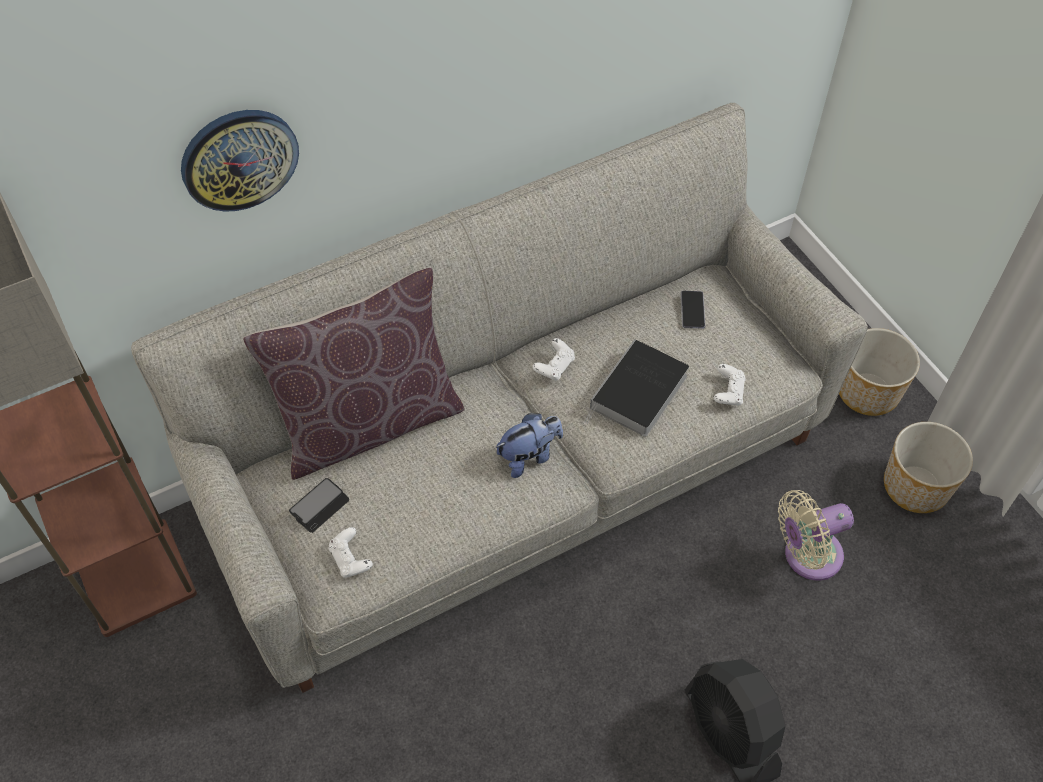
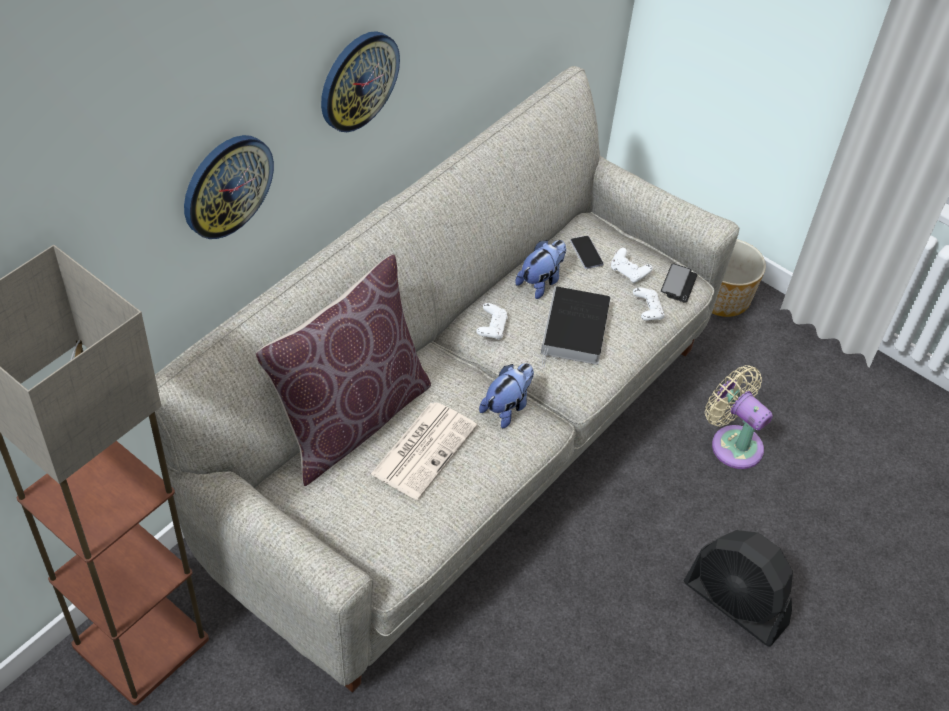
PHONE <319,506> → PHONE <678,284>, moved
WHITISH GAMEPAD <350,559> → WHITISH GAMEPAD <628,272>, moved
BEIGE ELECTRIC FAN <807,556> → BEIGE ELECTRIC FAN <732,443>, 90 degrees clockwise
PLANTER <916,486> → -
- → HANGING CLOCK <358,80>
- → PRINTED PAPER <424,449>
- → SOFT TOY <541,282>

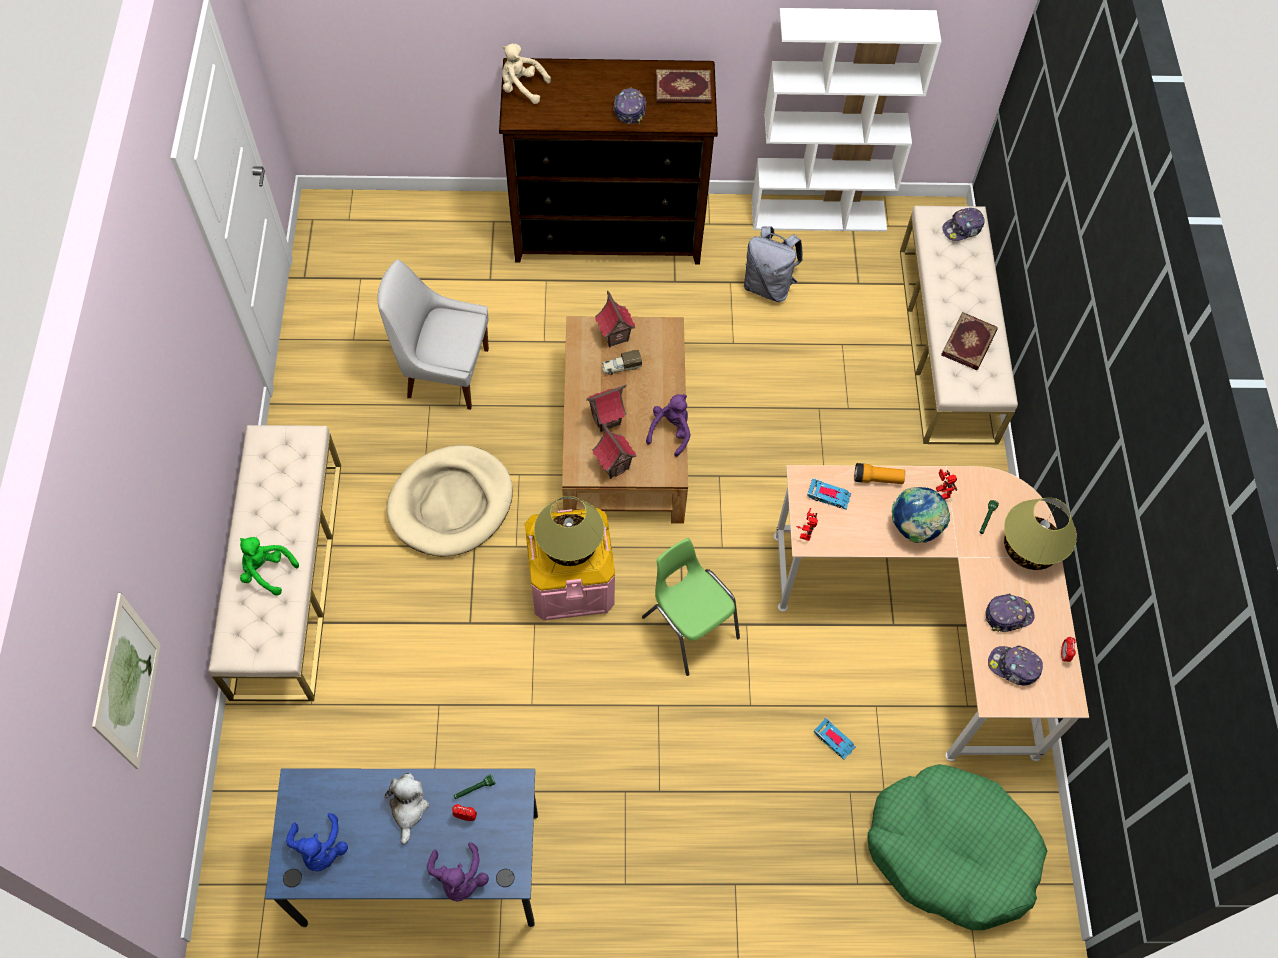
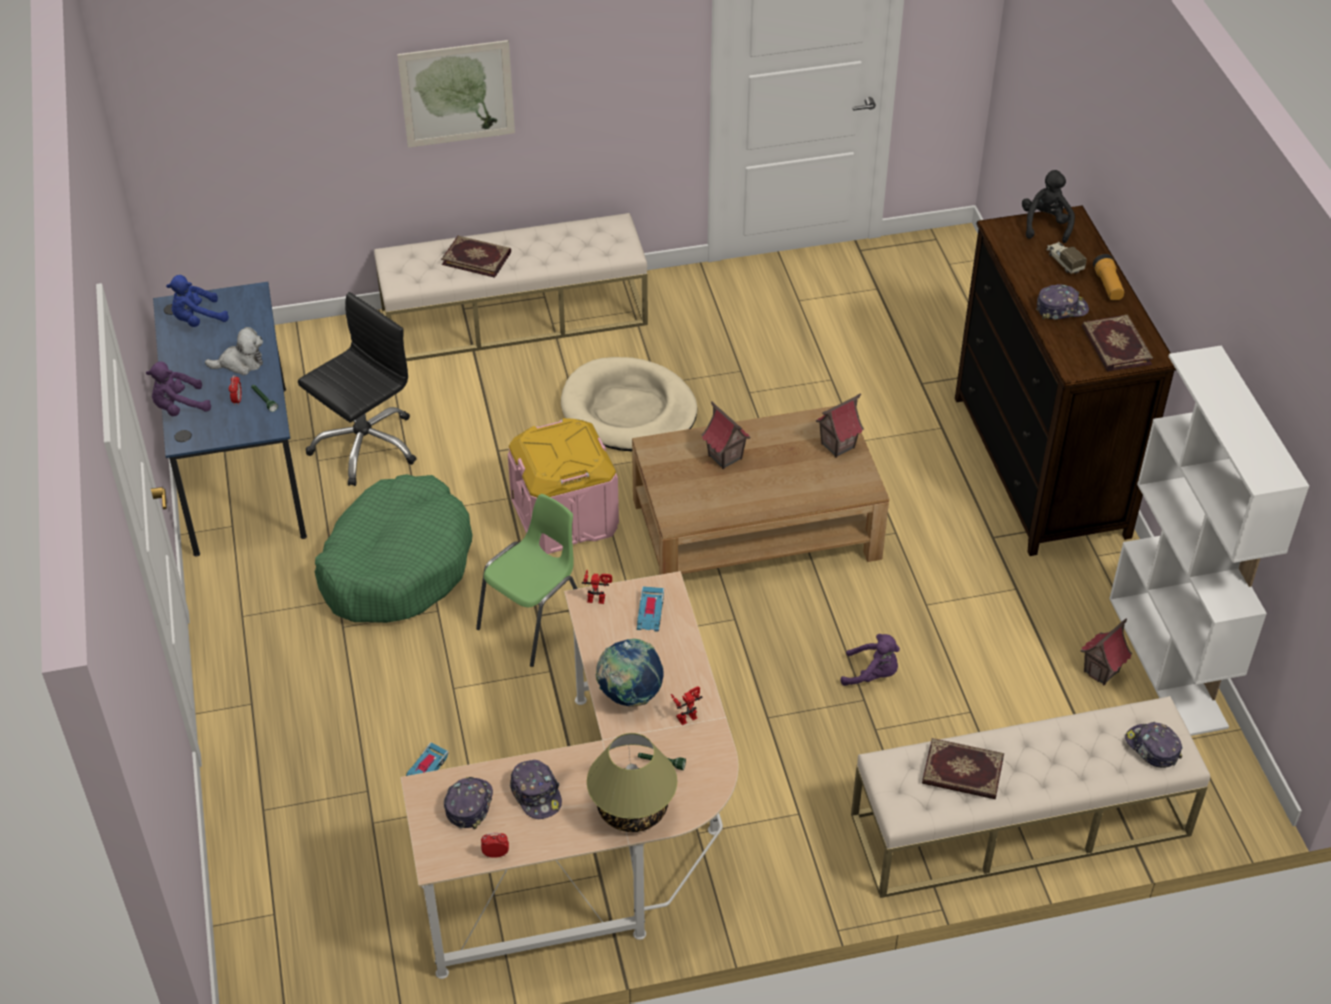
PICTURE <127,682> → PICTURE <457,93>, moved
GREEN-COLOURED SOFT TOY <267,571> → VOLUME <477,258>
WHITISH PLAIN CHAIR <444,372> → -
BEIGE SOFT TOY <522,88> → BLACKISH SOFT TOY <1045,225>
LAMP FOR A TABLE <570,546> → -
TOY HOUSE <614,465> → TOY HOUSE <1101,671>, moved
MODEL TRUCK <621,367> → MODEL TRUCK <1064,262>, moved
PURPLE-COLOURED SOFT TOY <671,432> → PURPLE-COLOURED SOFT TOY <872,674>, moved
GREYISH BACKPACK <768,286> → -
HAND TORCH <877,479> → HAND TORCH <1108,285>, moved
GREEN-COLOURED DOG BED <950,851> → GREEN-COLOURED DOG BED <396,565>, moved
- → BLACKISH OFFICE CHAIR <364,445>

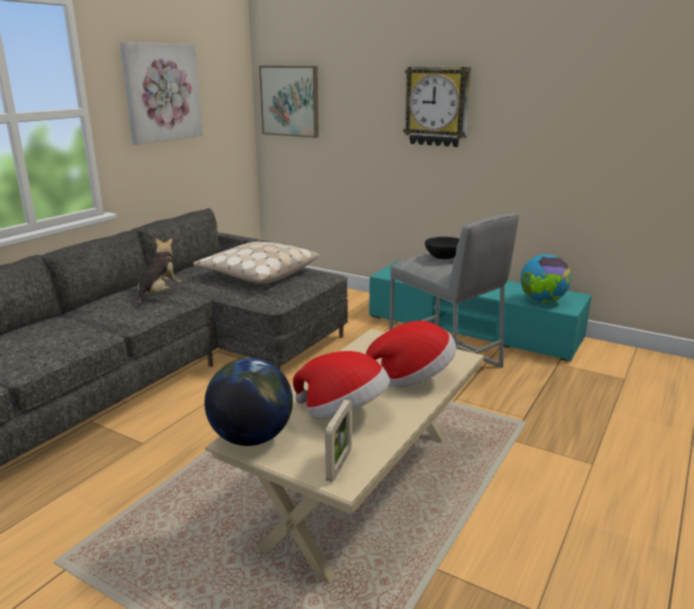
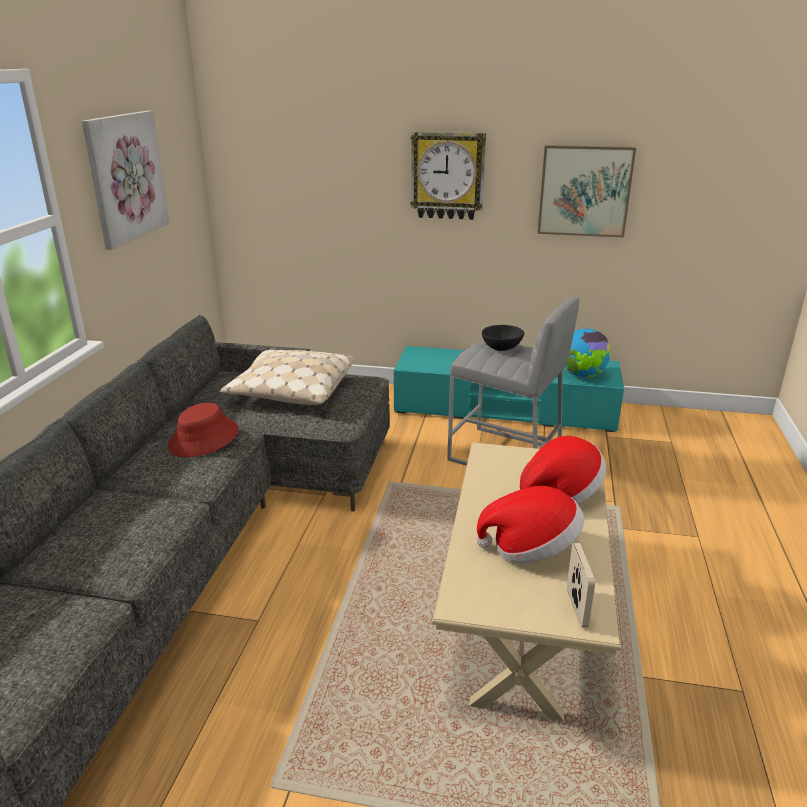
SOFT TOY <159,295> → RED WEARABLE HAT <204,439>
GLOBE <251,437> → -
PICTURE <290,101> → PICTURE <584,191>, moved

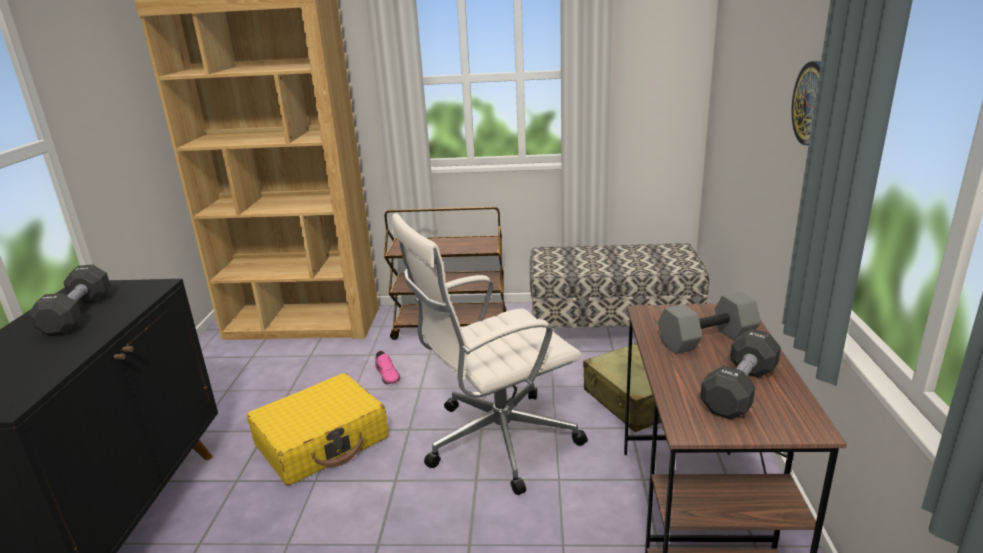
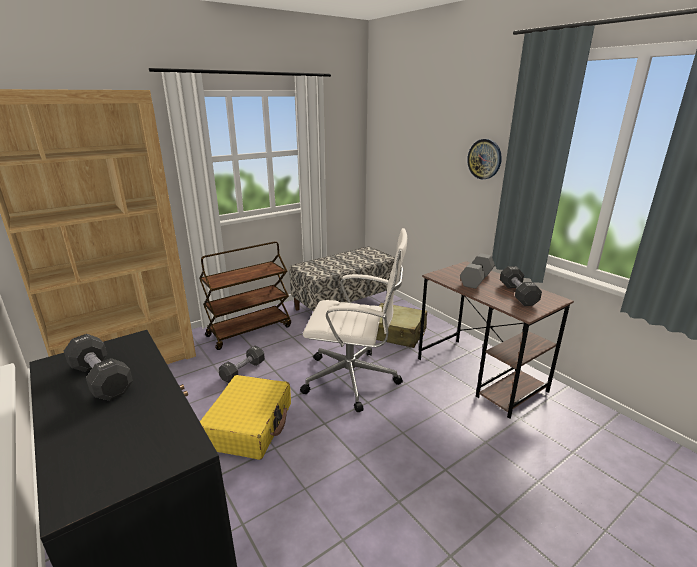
PINK-COLOURED ITEM OF FOOTWEAR <388,375> → BLACKISH DUMBBELL <243,371>
WHITISH OFFICE CHAIR <496,440> → WHITISH OFFICE CHAIR <353,379>, 105 degrees counterclockwise

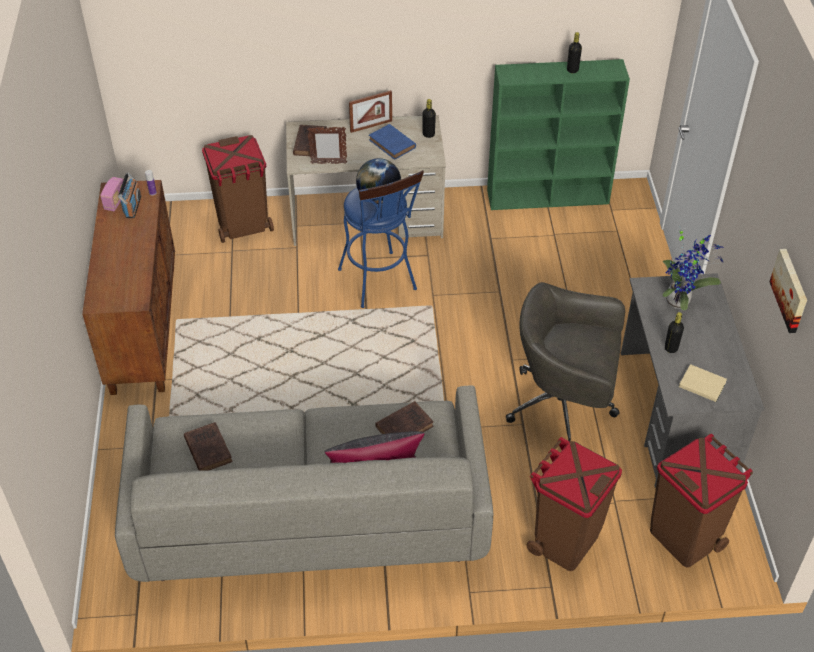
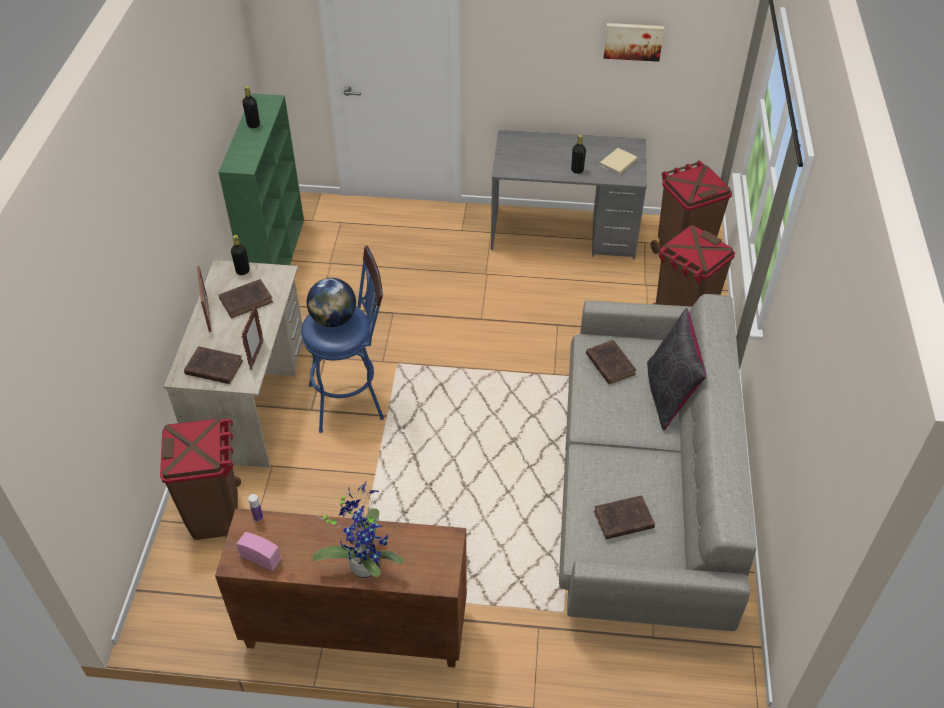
RADIO RECEIVER <133,207> → -
BLUE VOLUME <393,144> → BROWN-COLOURED VOLUME <247,300>
GREYISH OFFICE CHAIR <563,405> → -
HOUSEPLANT <680,300> → HOUSEPLANT <364,563>, moved

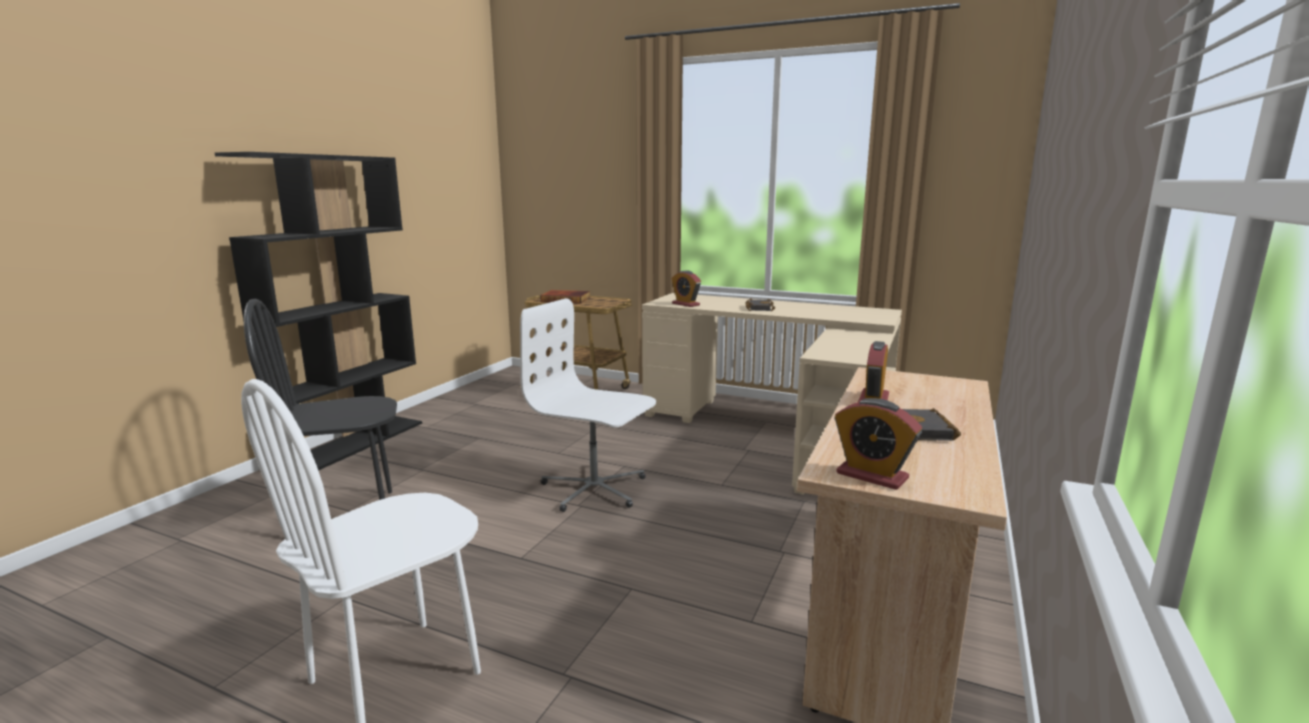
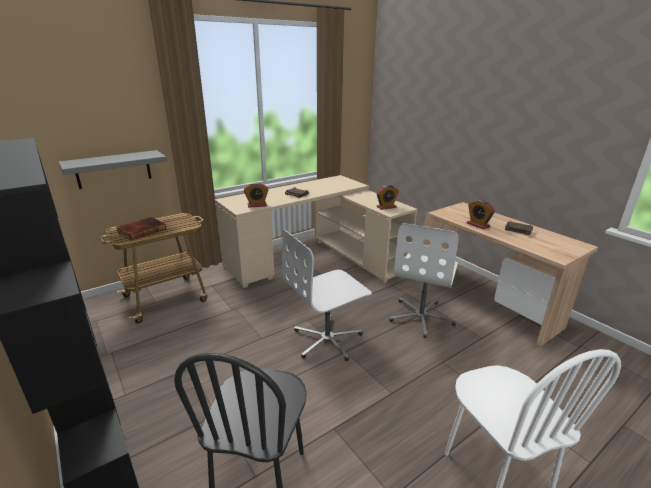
ALARM CLOCK <872,476> → ALARM CLOCK <386,207>, moved
- → GREYISH BRACKET SHELF <113,169>
- → WHITISH OFFICE CHAIR <421,317>

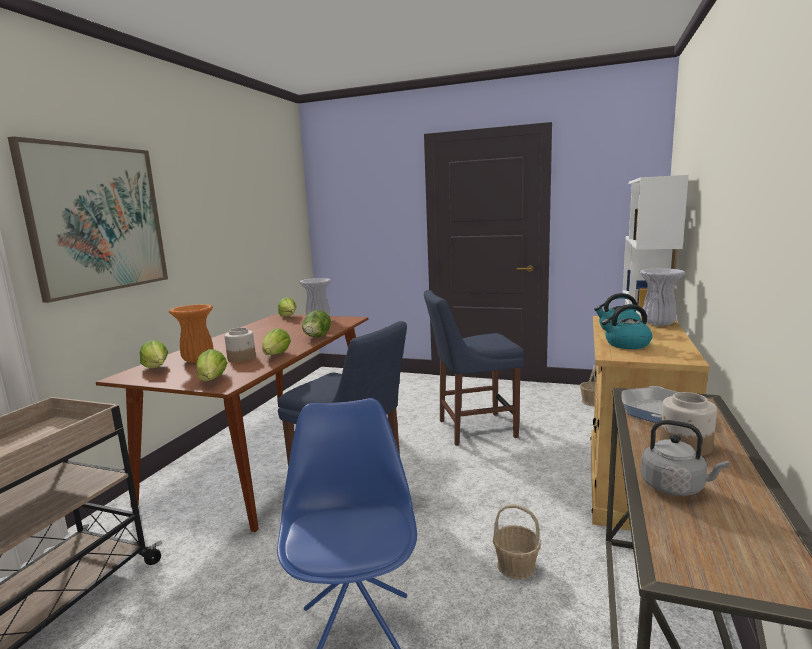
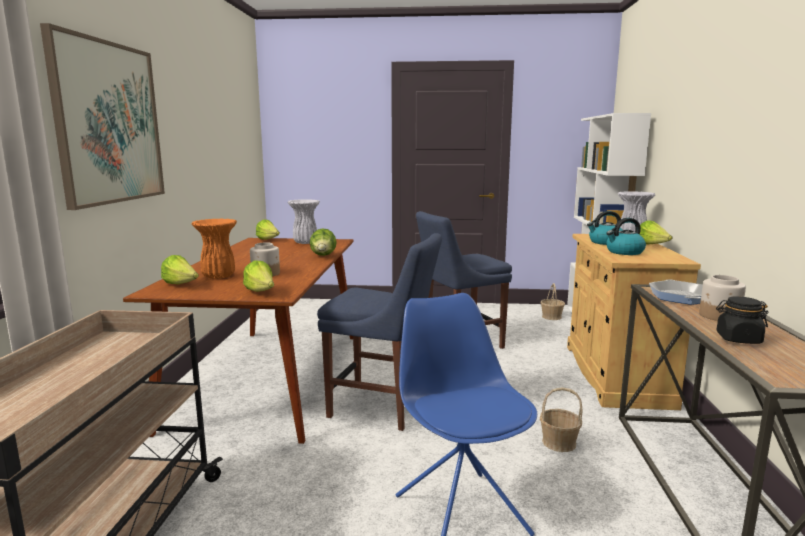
HEAD OF LETTUCE <276,356> → HEAD OF LETTUCE <652,245>, moved
GREYISH KETTLE <675,487> → BLACKISH PRESERVE JAR <738,339>

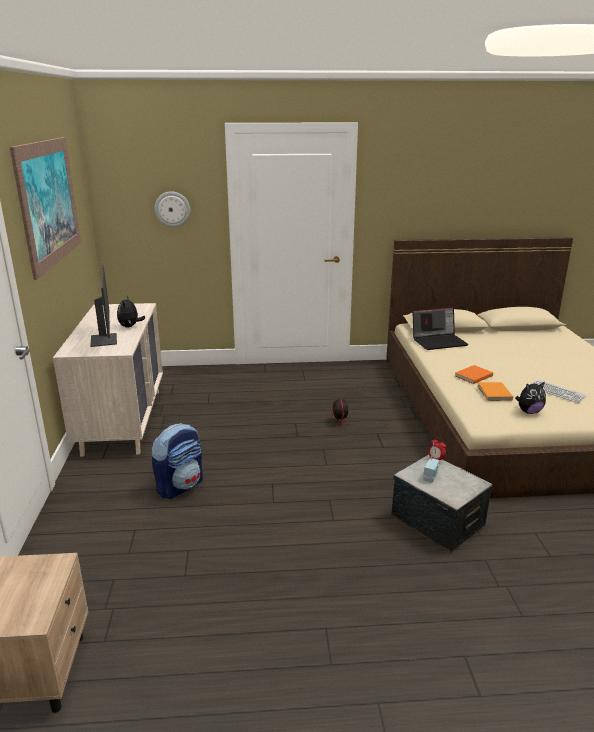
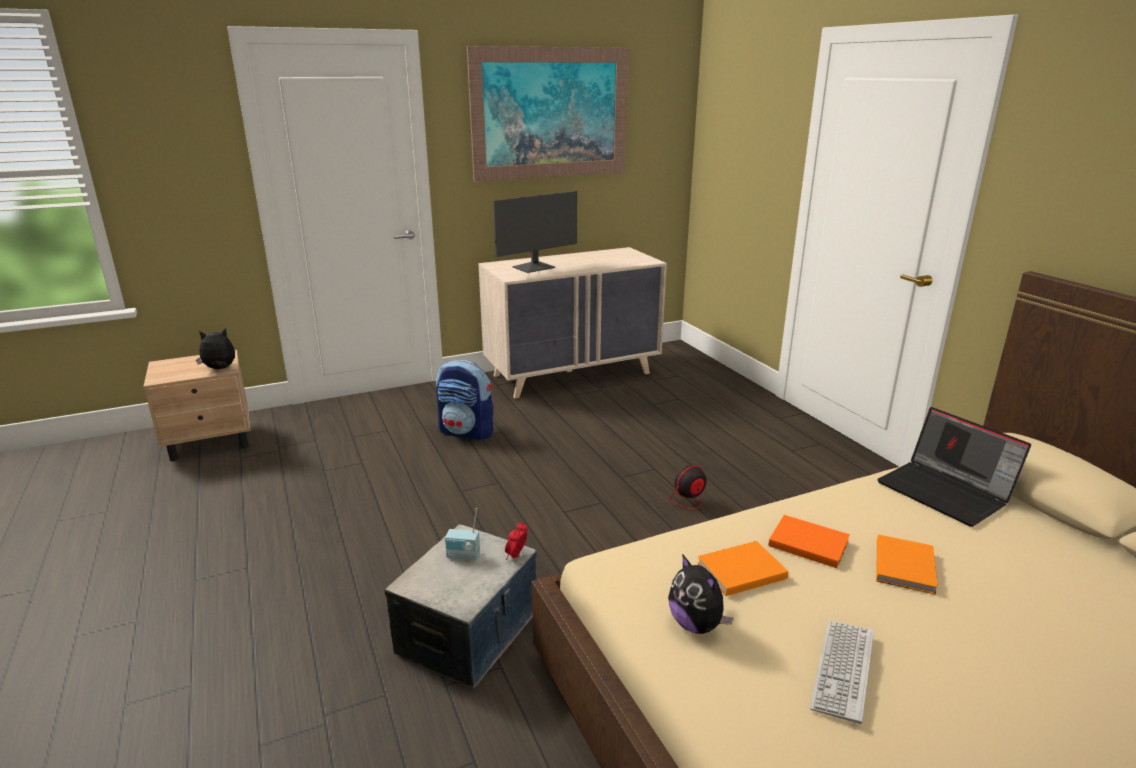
SOFT TOY <130,326> → SOFT TOY <220,369>, moved
HANGING CLOCK <172,209> → -
- → ORANGE VOLUME <905,565>

